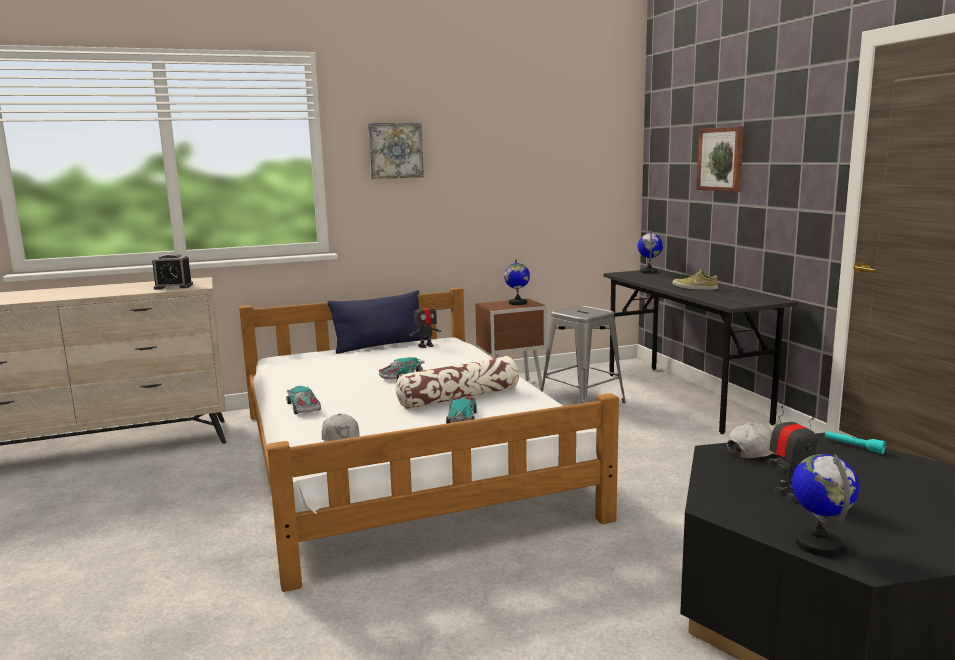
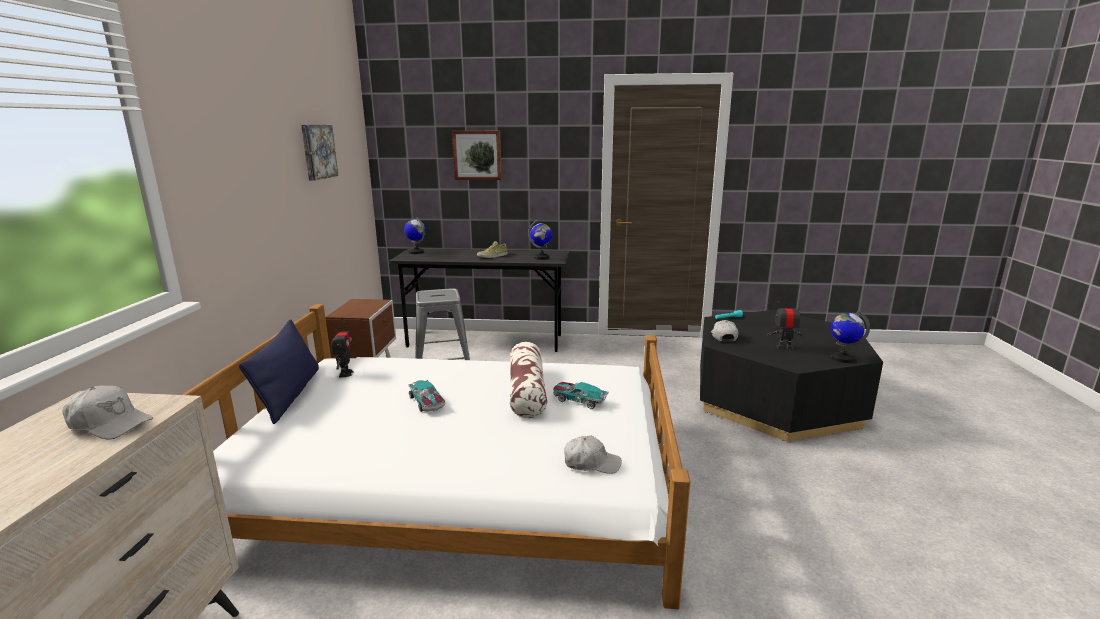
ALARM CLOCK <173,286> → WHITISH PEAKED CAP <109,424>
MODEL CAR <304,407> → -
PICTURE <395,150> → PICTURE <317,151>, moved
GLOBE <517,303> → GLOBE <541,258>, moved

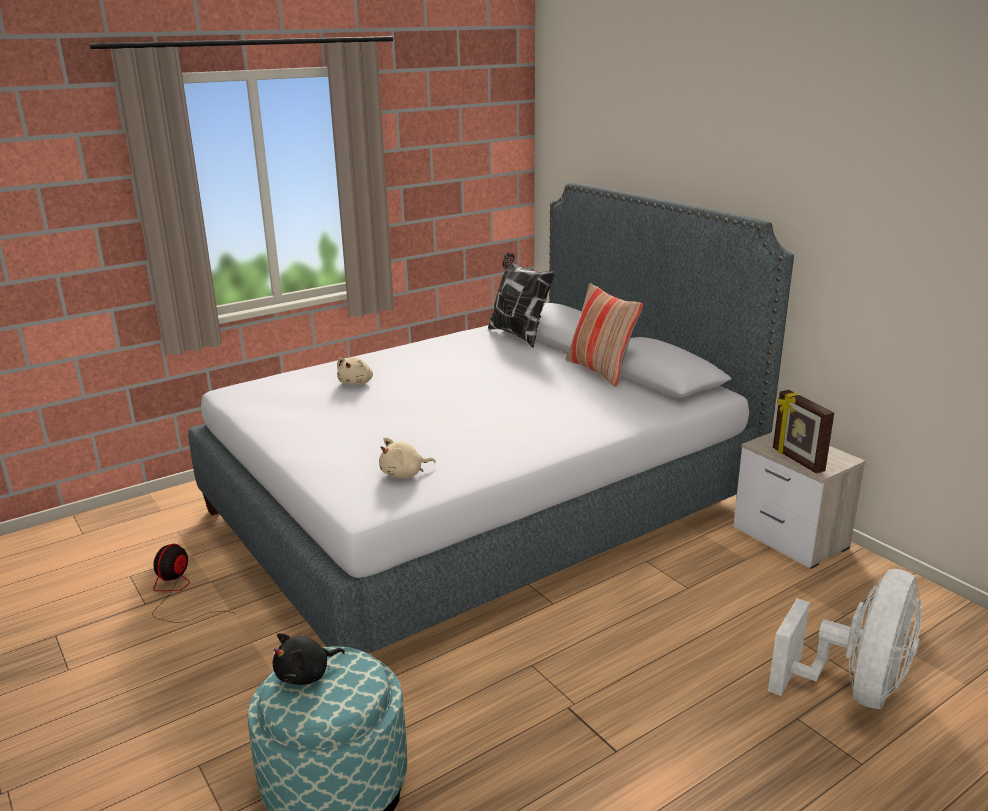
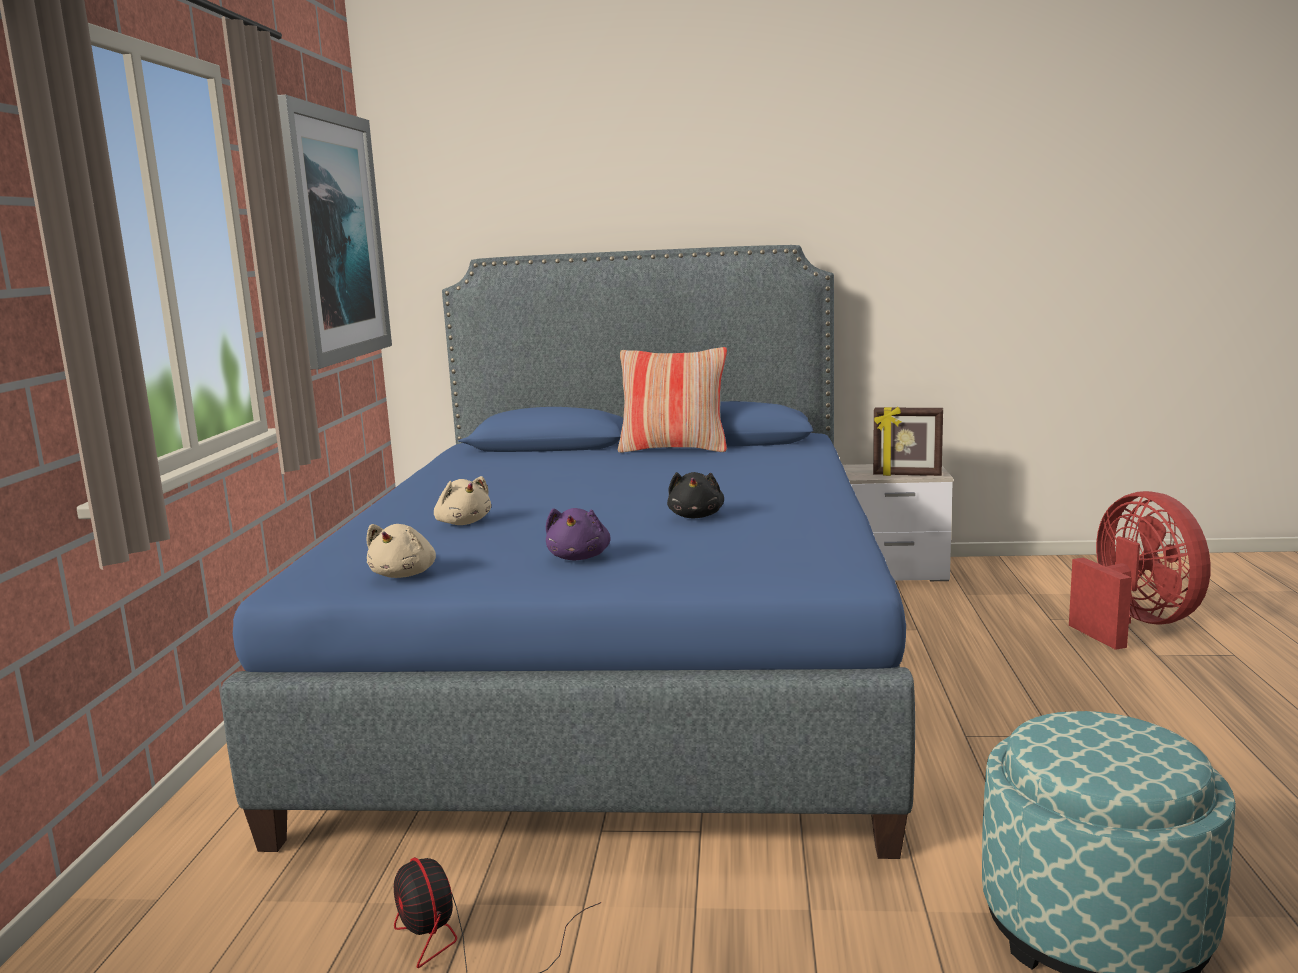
GREYISH BED <481,508> → BLUE BED <619,667>
BLACKISH SOFT TOY <306,675> → BLACKISH SOFT TOY <696,516>, moved
BEIGE SOFT TOY <404,474> → BEIGE SOFT TOY <405,574>, moved
THROW PILLOW <518,335> → -
WHITISH ELECTRIC FAN <854,689> → RED ELECTRIC FAN <1134,624>
- → PICTURE <328,236>
- → PURPLE-COLOURED SOFT TOY <579,557>

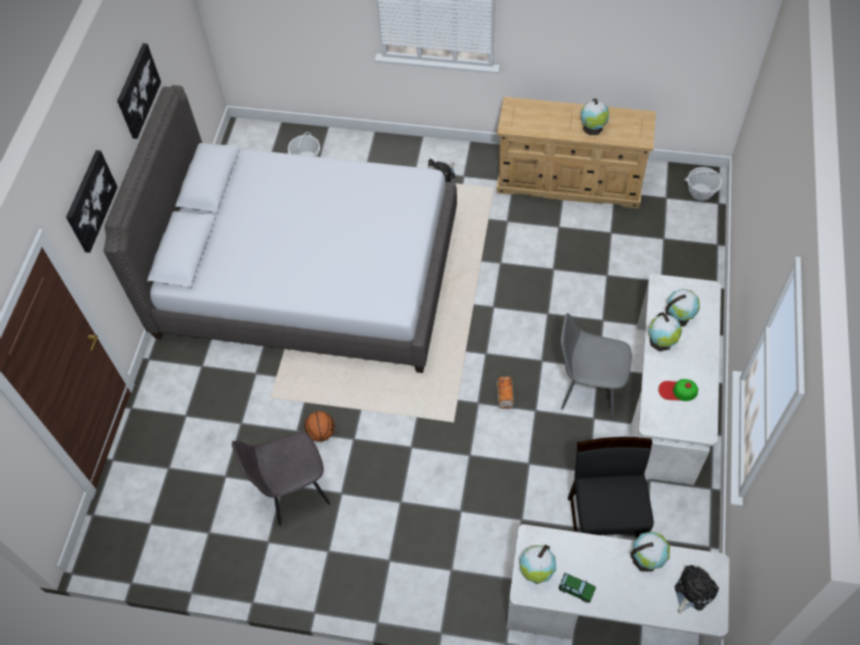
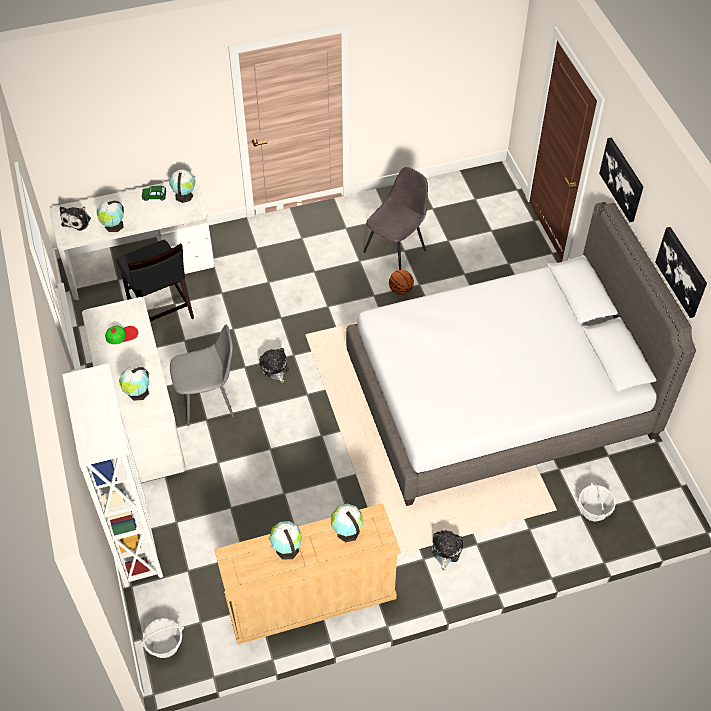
MODEL CAR <505,395> → SOFT TOY <274,368>
GLOBE <661,342> → GLOBE <347,531>, moved
- → WHITISH BOOKSHELF <136,541>

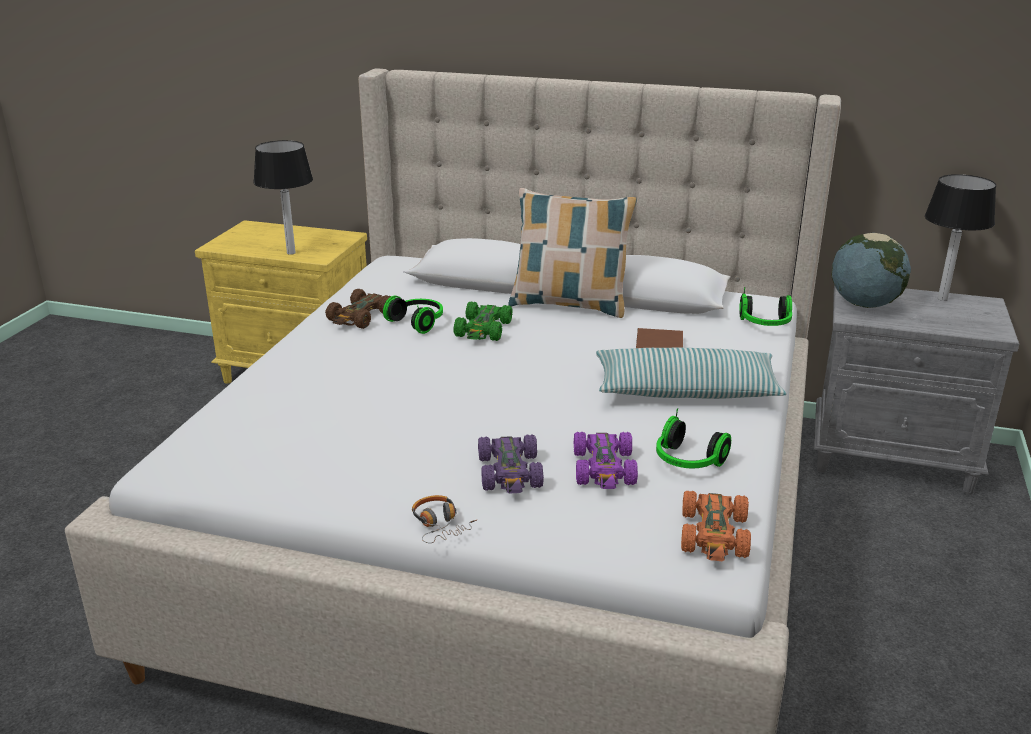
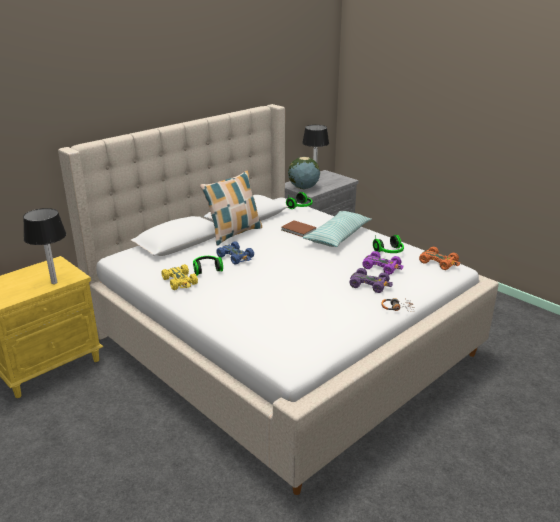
BROWN-COLOURED MODEL CAR <360,317> → YELLOW MODEL CAR <180,282>
GREEN-COLOURED MODEL CAR <483,330> → BLUE MODEL CAR <236,257>

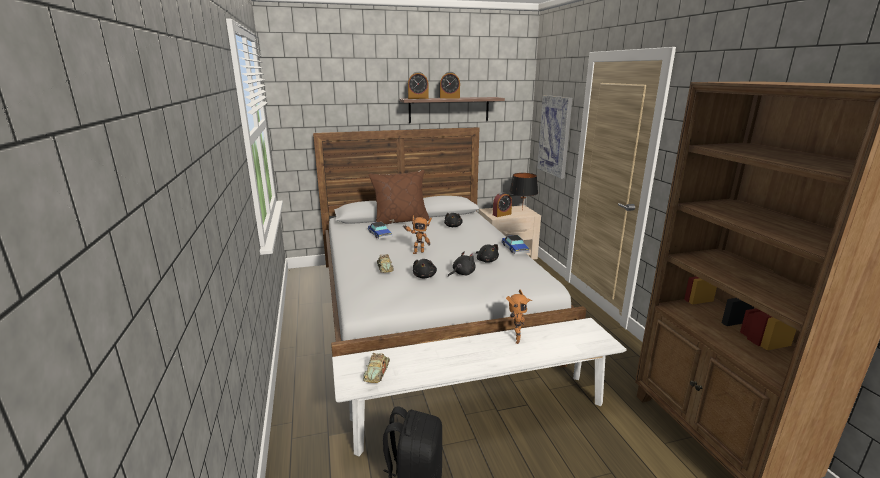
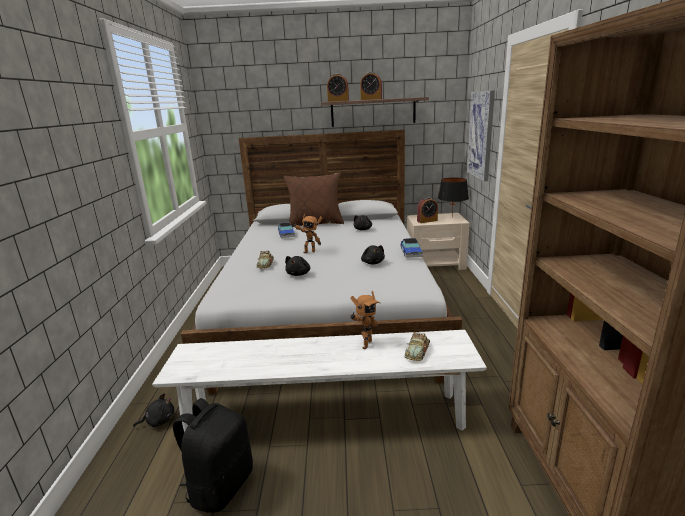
MODEL CAR <377,372> → MODEL CAR <417,351>, moved
BLACKISH SOFT TOY <462,273> → BLACKISH SOFT TOY <159,421>, moved

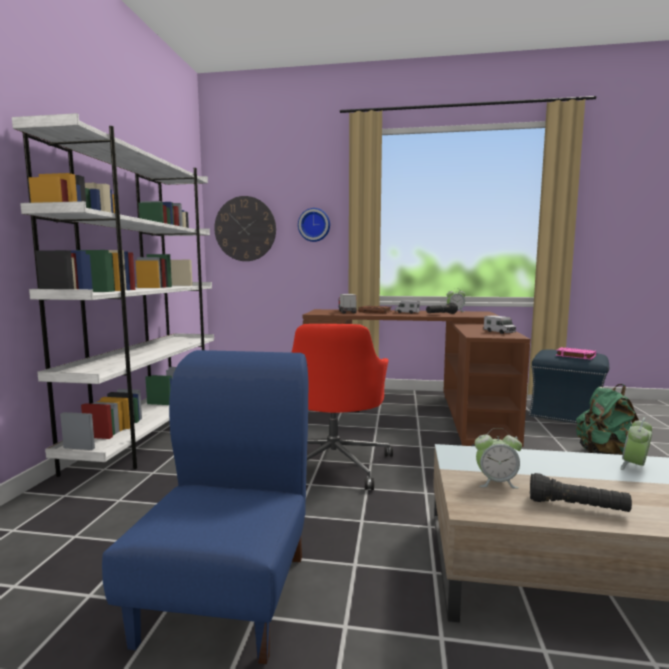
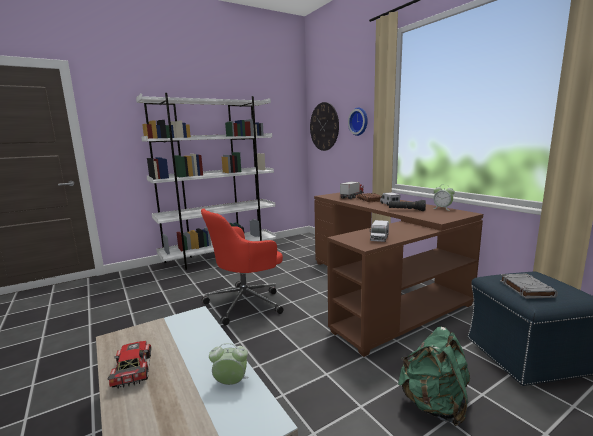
BLUE PLAIN CHAIR <228,595> → -
ALARM CLOCK <496,482> → -
BLACKISH HAND TORCH <577,507> → MODEL CAR <131,370>
PINK-COLOURED VOLUME <575,356> → GREYISH VOLUME <525,288>

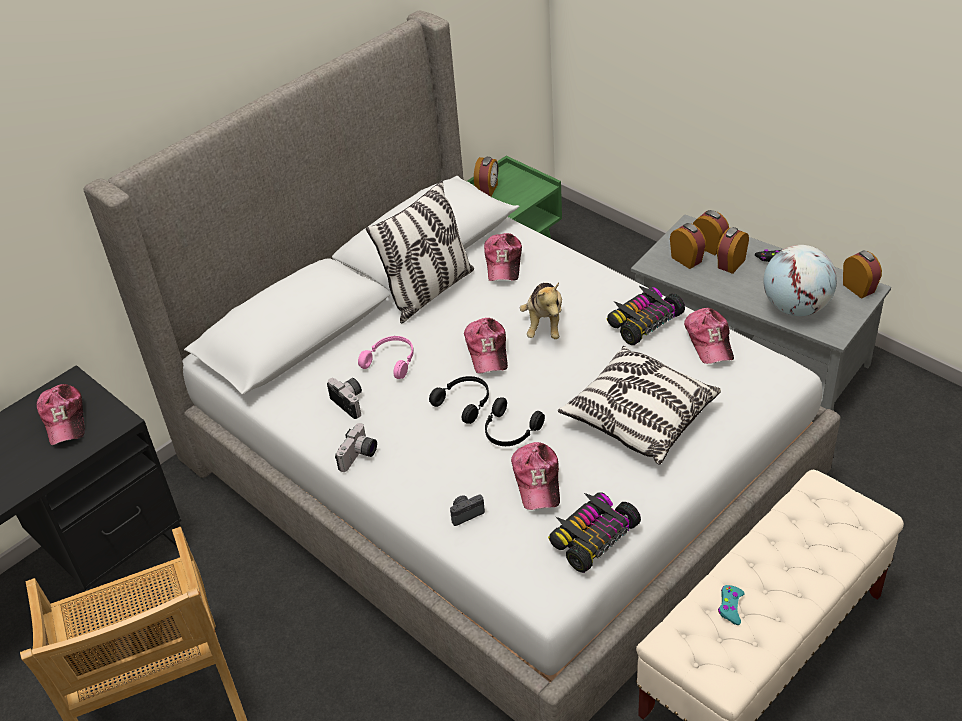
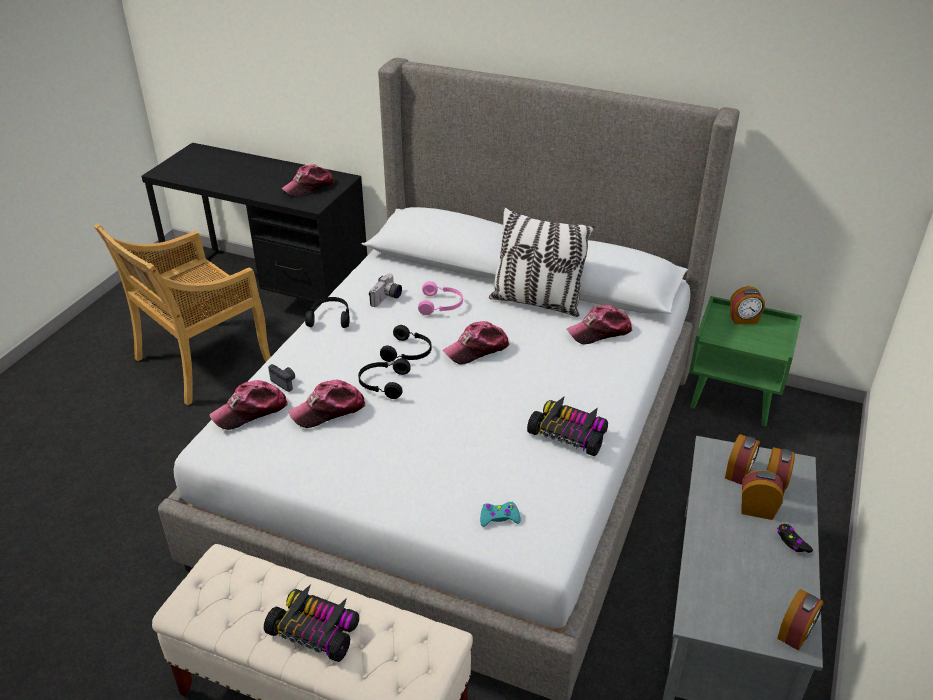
PHOTO CAMERA <359,457> → BLACKISH HEADSET <330,318>
SOFT TOY <544,324> → -
MODEL CAR <591,537> → MODEL CAR <316,629>, moved
THROW PILLOW <639,418> → -
PEAKED CAP <709,341> → PEAKED CAP <250,411>, moved
TURQUOISE-COLOURED GAMEPAD <730,607> → TURQUOISE-COLOURED GAMEPAD <499,518>, moved
GLOBE <796,308> → -

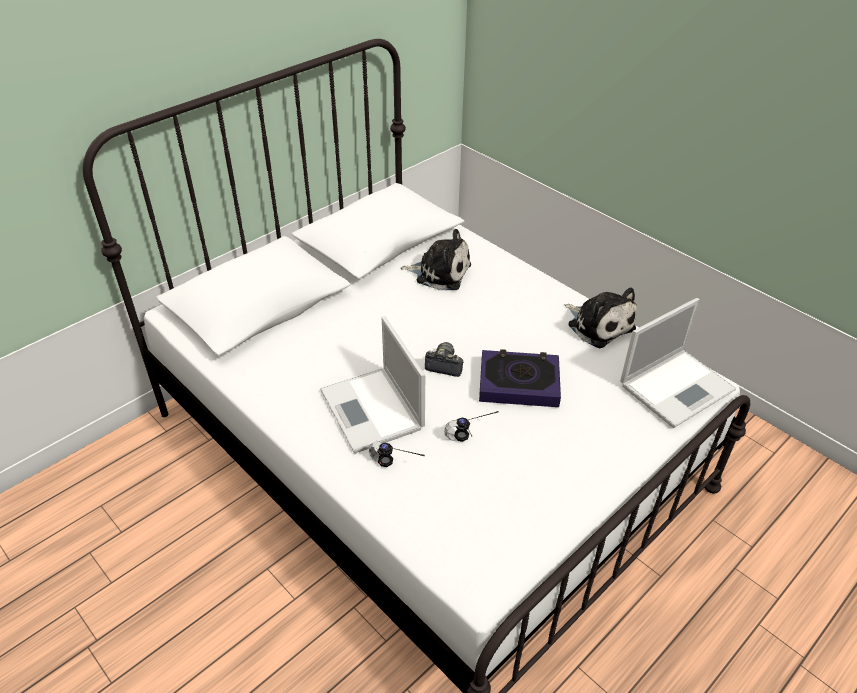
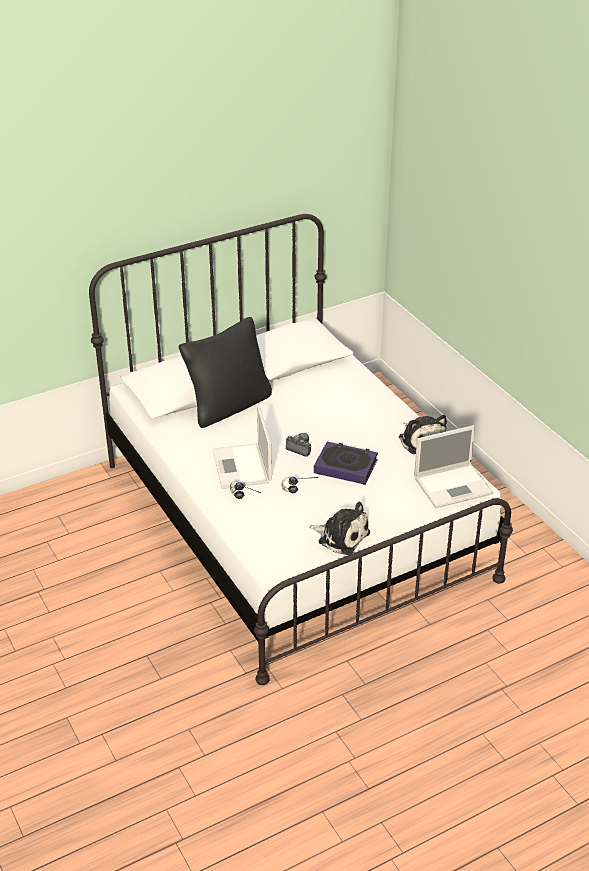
SOFT TOY <440,272> → SOFT TOY <341,536>, moved
- → BLACKISH THROW PILLOW <228,406>

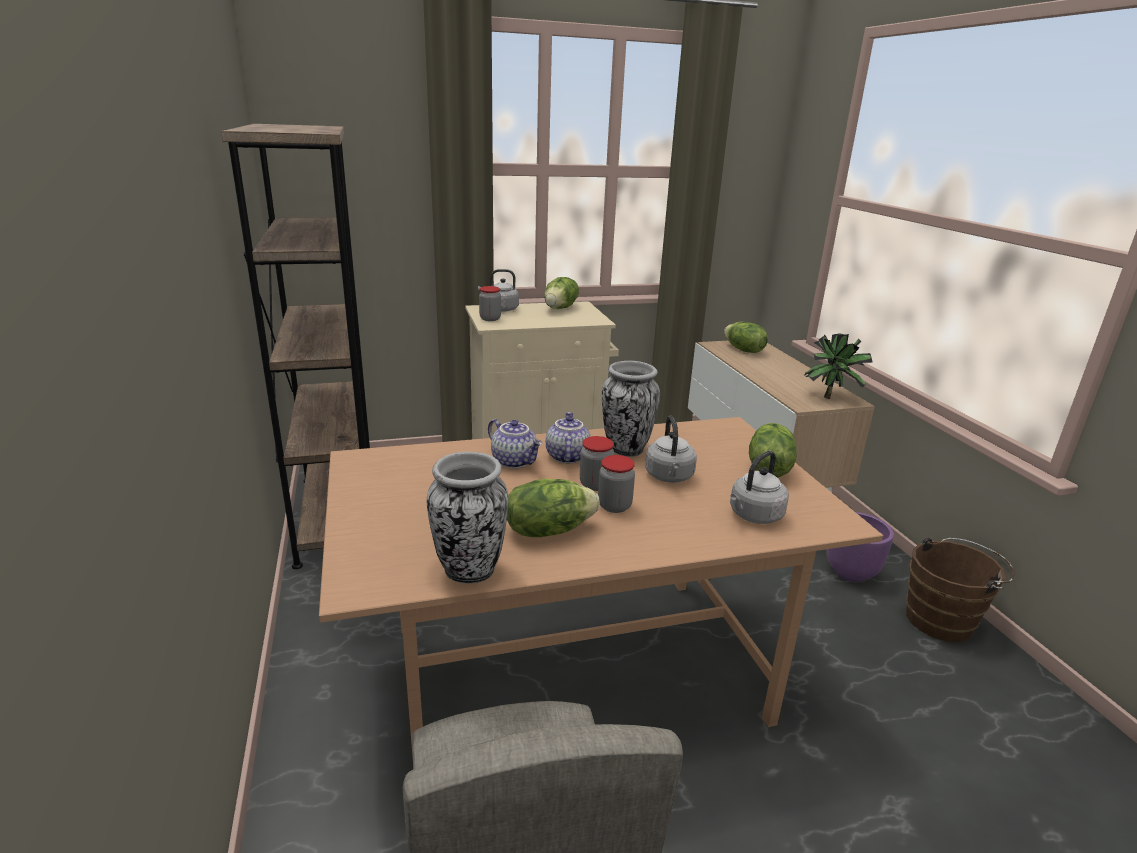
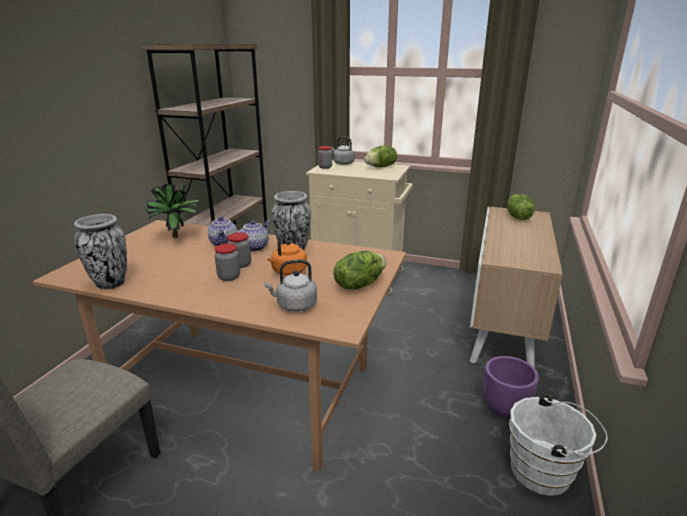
HEAD OF LETTUCE <548,530> → -
GREYISH KETTLE <669,477> → ORANGE KETTLE <288,272>
HOUSEPLANT <831,397> → HOUSEPLANT <179,237>, moved
BROWN-COLOURED WATER BUCKET <943,620> → WHITISH WATER BUCKET <545,472>

